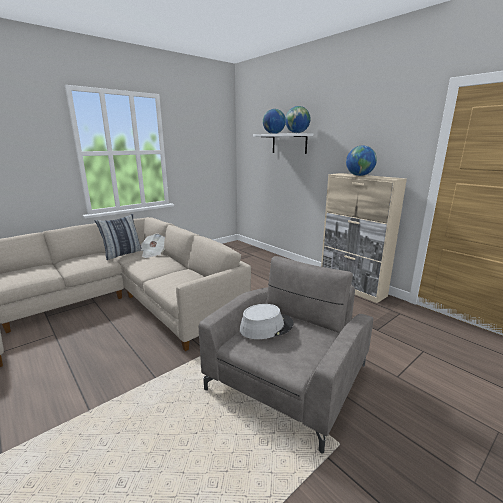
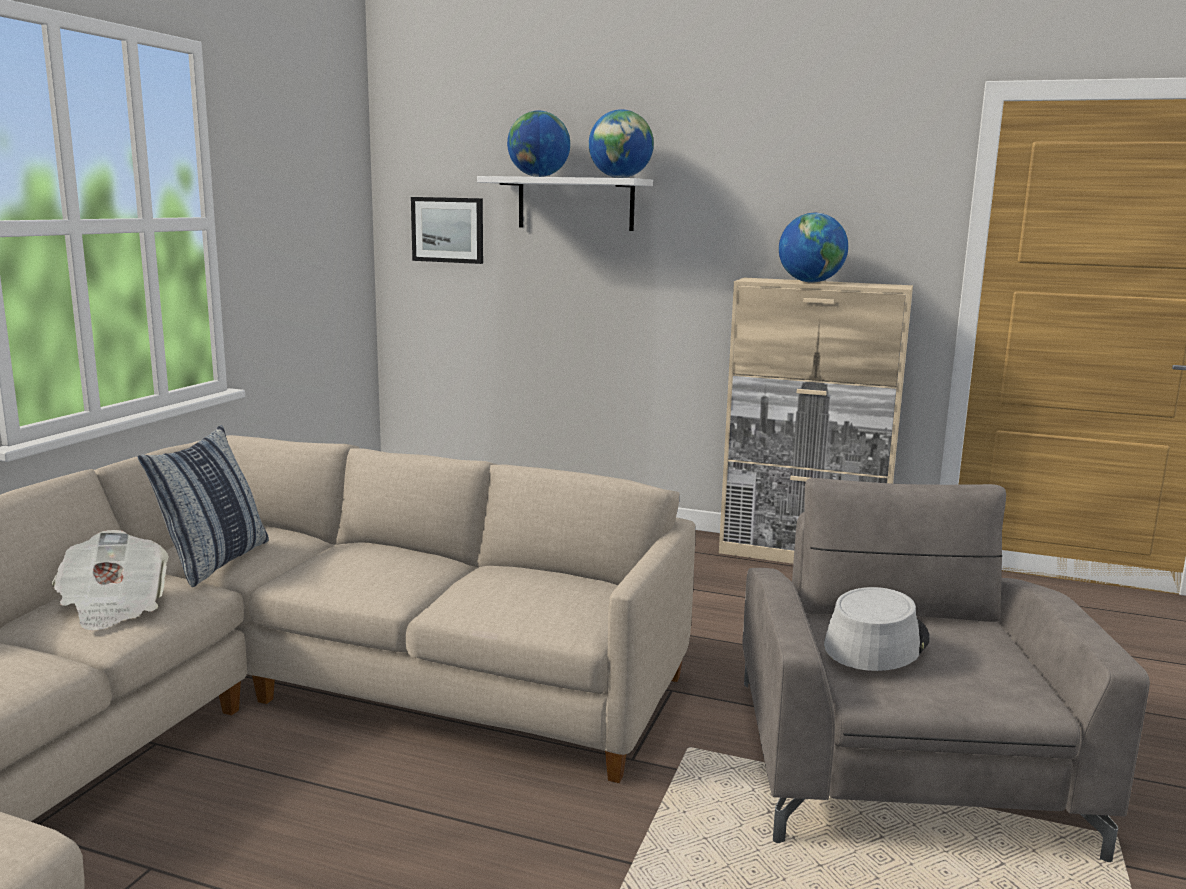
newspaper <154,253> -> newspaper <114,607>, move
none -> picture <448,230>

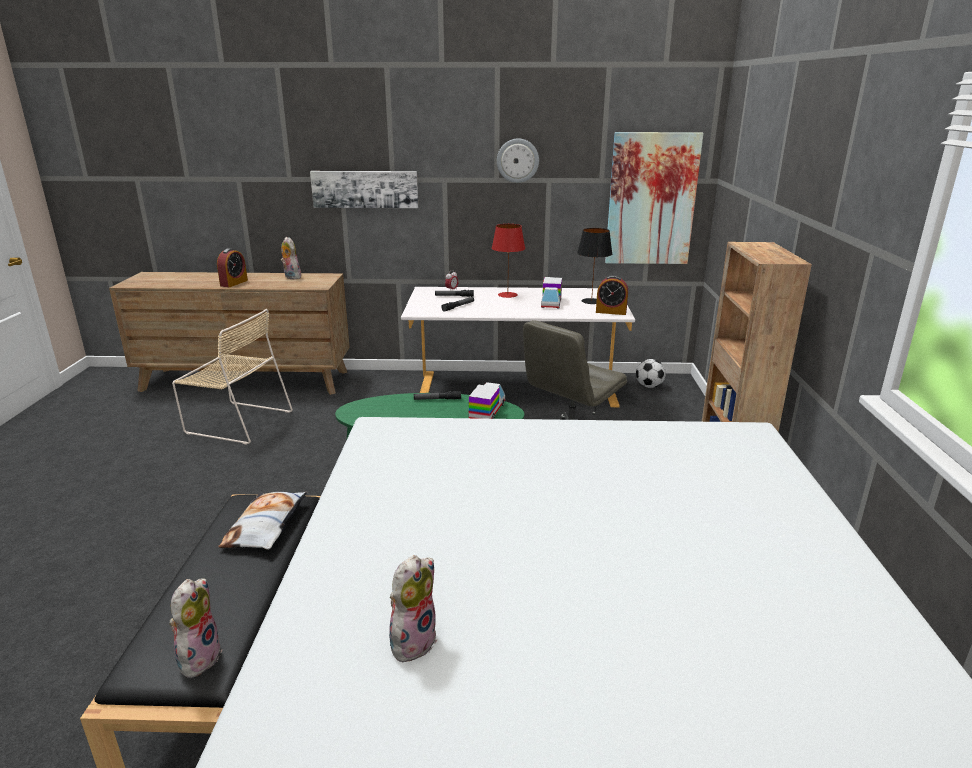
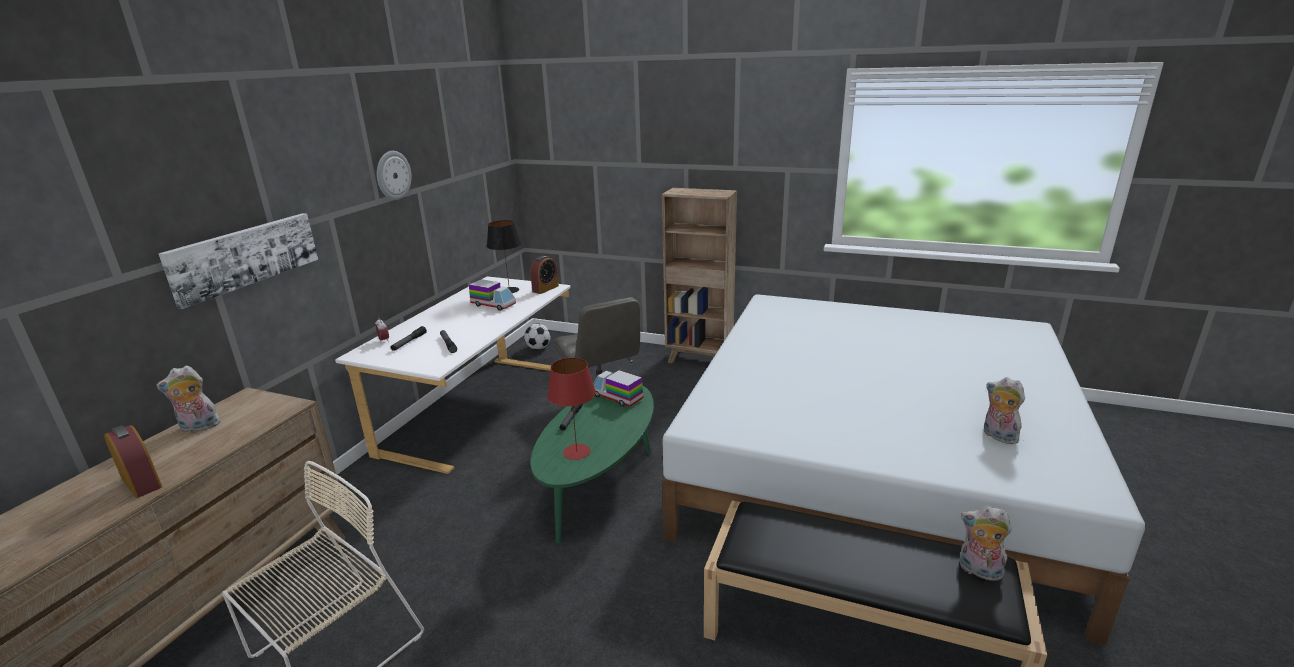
picture <651,200> -> none
red table lamp <507,295> -> red table lamp <577,452>, move
pillow <266,526> -> none

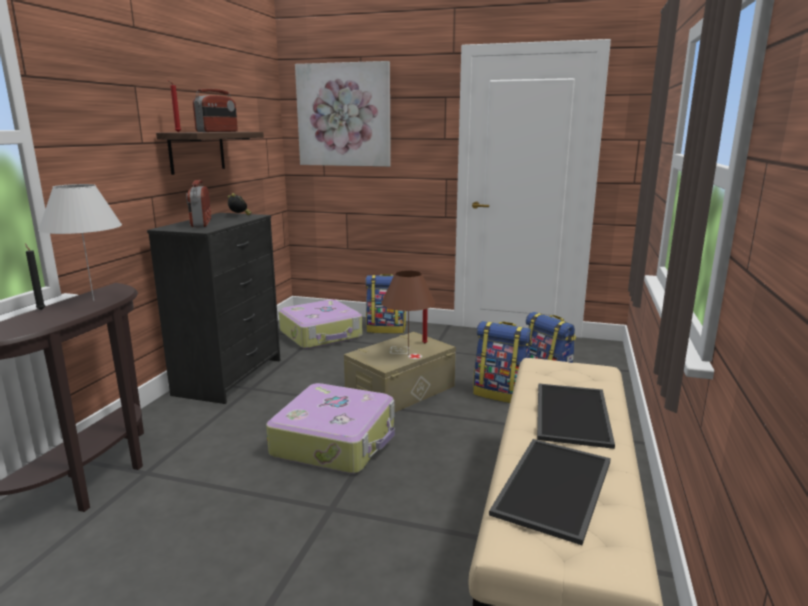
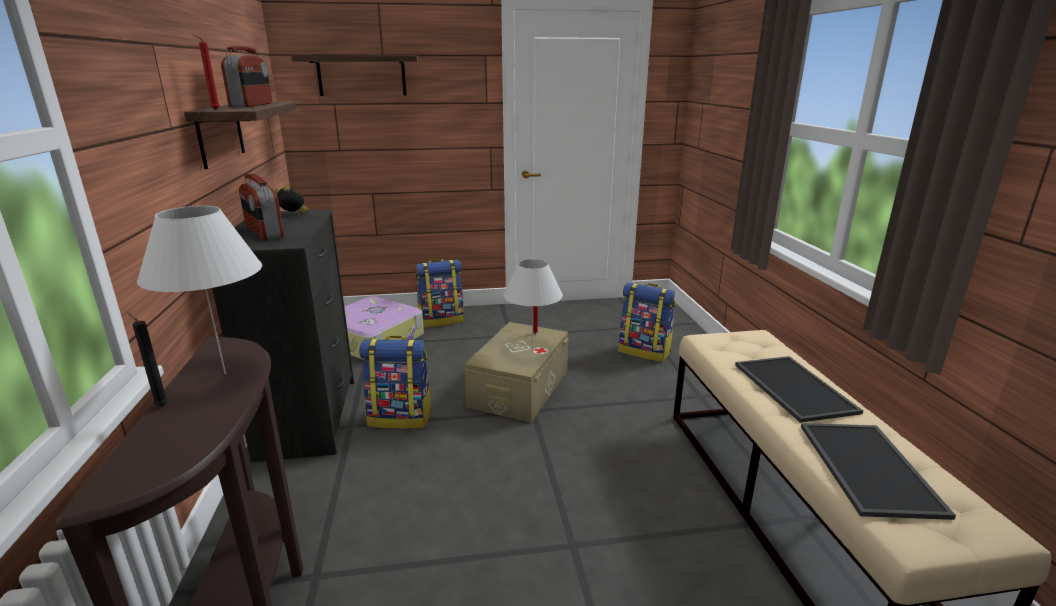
picture <344,115> -> shelf <361,75>
brown table lamp <408,355> -> white table lamp <532,350>
backpack <501,394> -> backpack <401,417>, move
suitcase <336,441> -> none

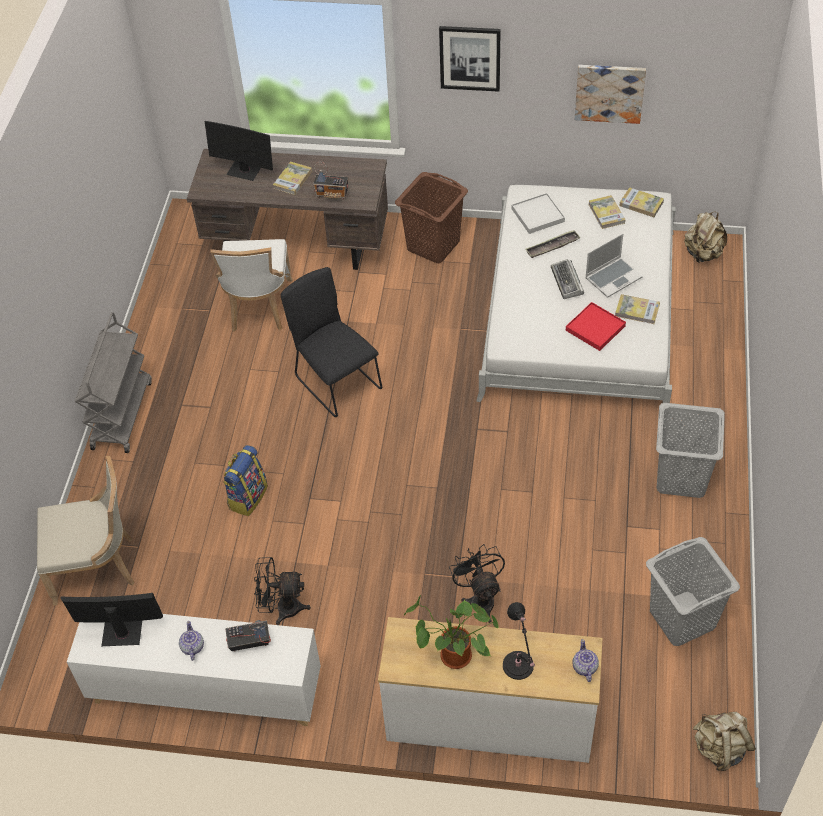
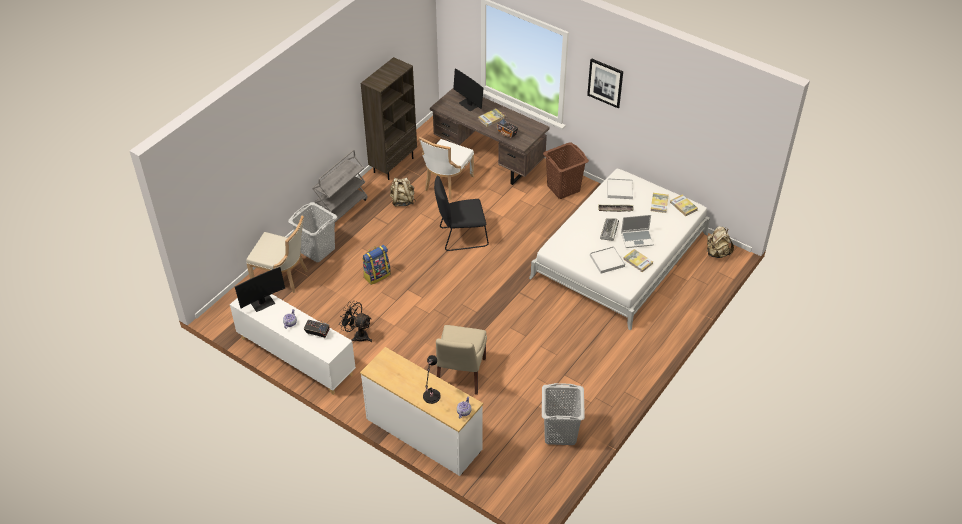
picture <609,92> -> none
black chair <335,381> -> black chair <461,237>, 90 degrees counterclockwise
red tray <595,328> -> white tray <607,261>
grey laundry basket <680,477> -> grey laundry basket <317,250>, move
black fan <480,598> -> beige chair <460,375>
monitor <122,633> -> monitor <262,303>, 120 degrees clockwise
potted plant <452,658> -> none
beige backpack <720,749> -> beige backpack <402,201>, move
none -> brown bookcase <393,164>

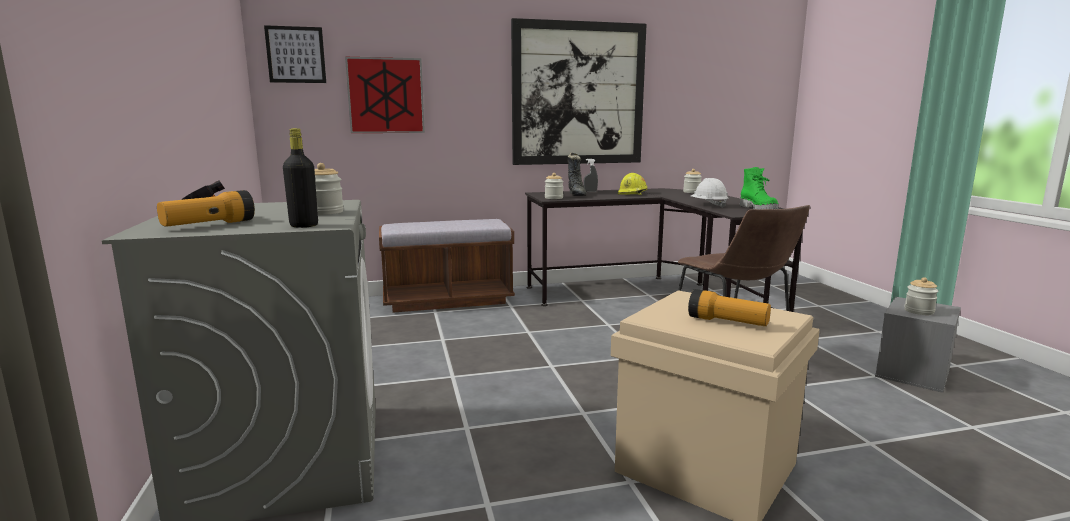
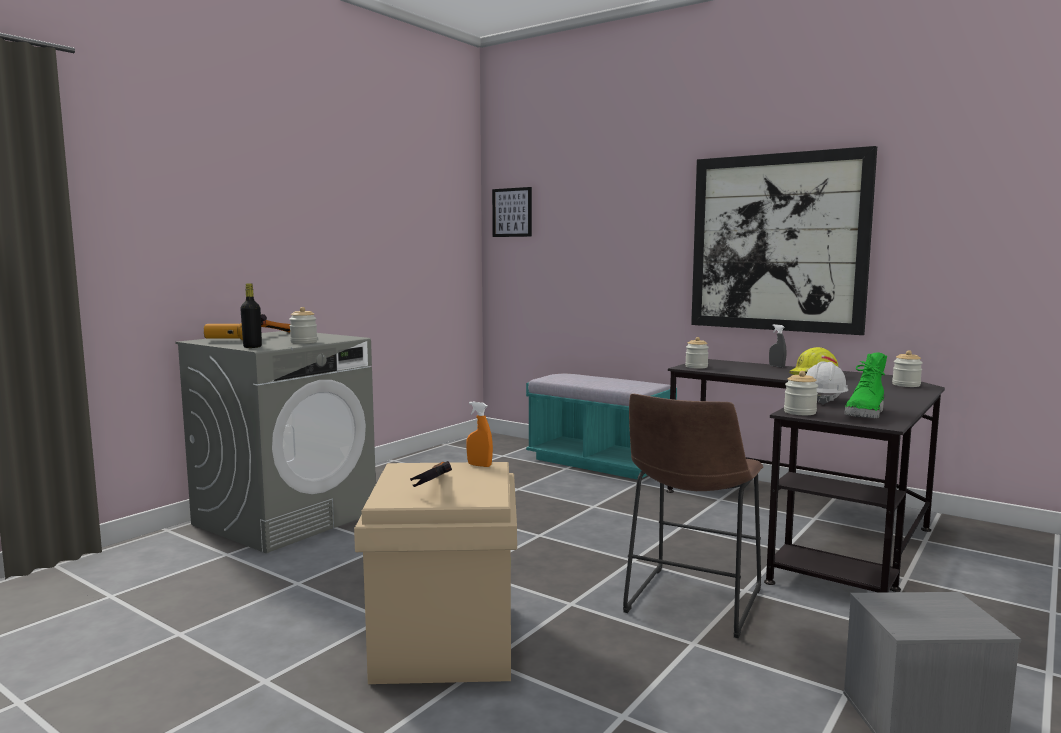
picture <386,95> -> none
black boot <577,195> -> none
brown bench <447,300> -> turquoise bench <599,462>
jar <919,311> -> jar <800,412>, move
flashlight <727,322> -> hammer <431,486>
none -> orange spray bottle <479,465>

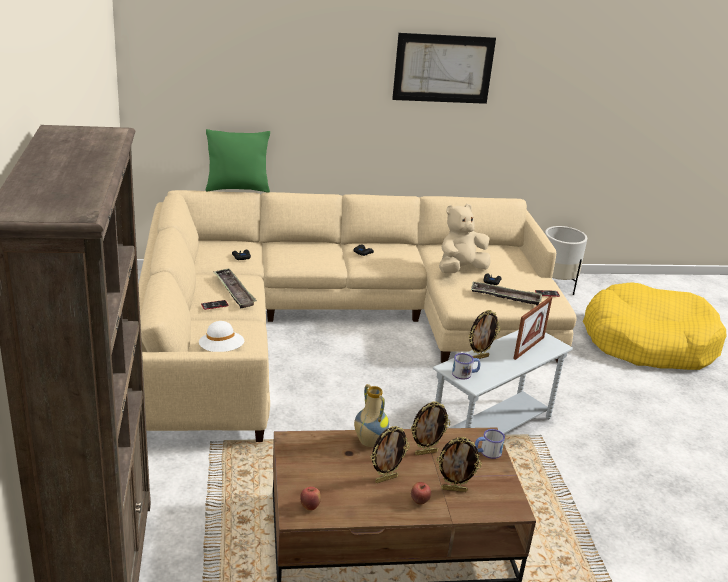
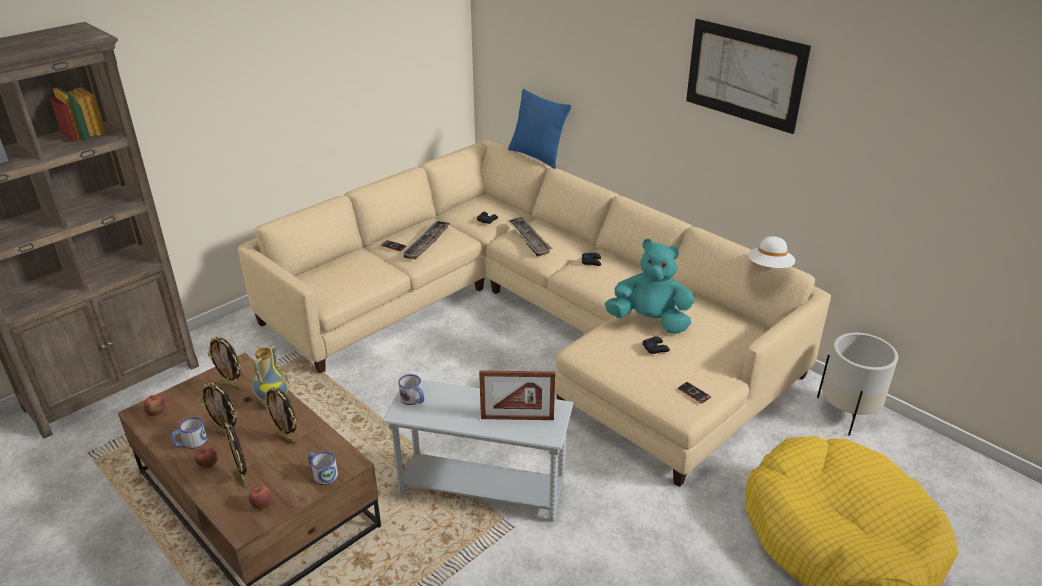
green pillow <237,188> -> blue pillow <537,156>
beige plush toy <460,270> -> turquoise plush toy <649,321>
tray <505,297> -> tray <528,239>, move
picture frame <479,357> -> picture frame <231,386>, move
white hat <221,351> -> white hat <769,267>, move
none -> mug <191,442>
none -> apple <262,505>

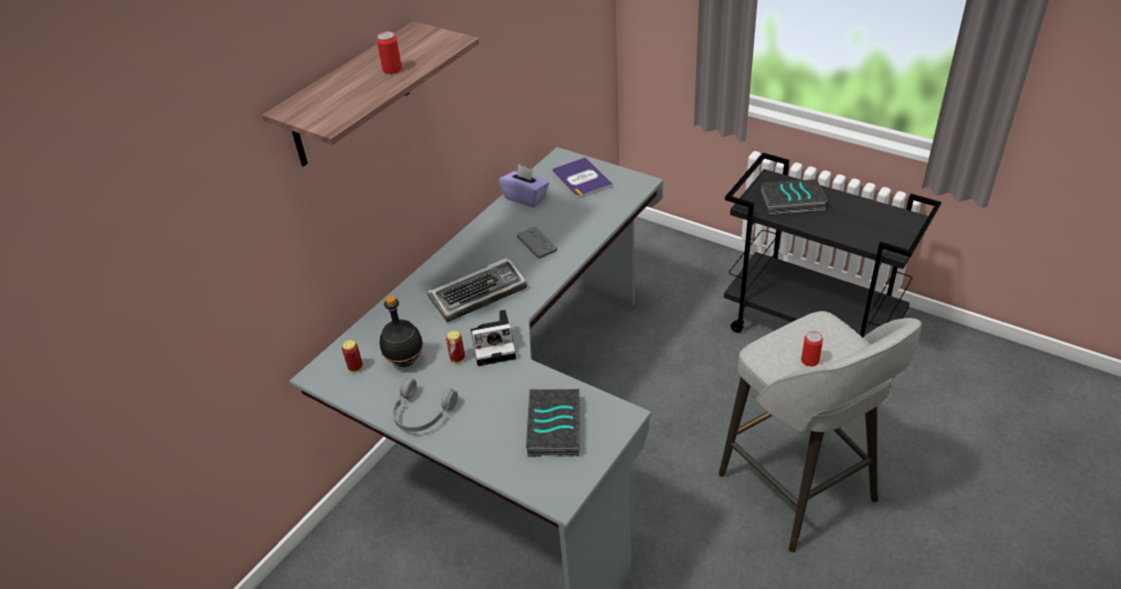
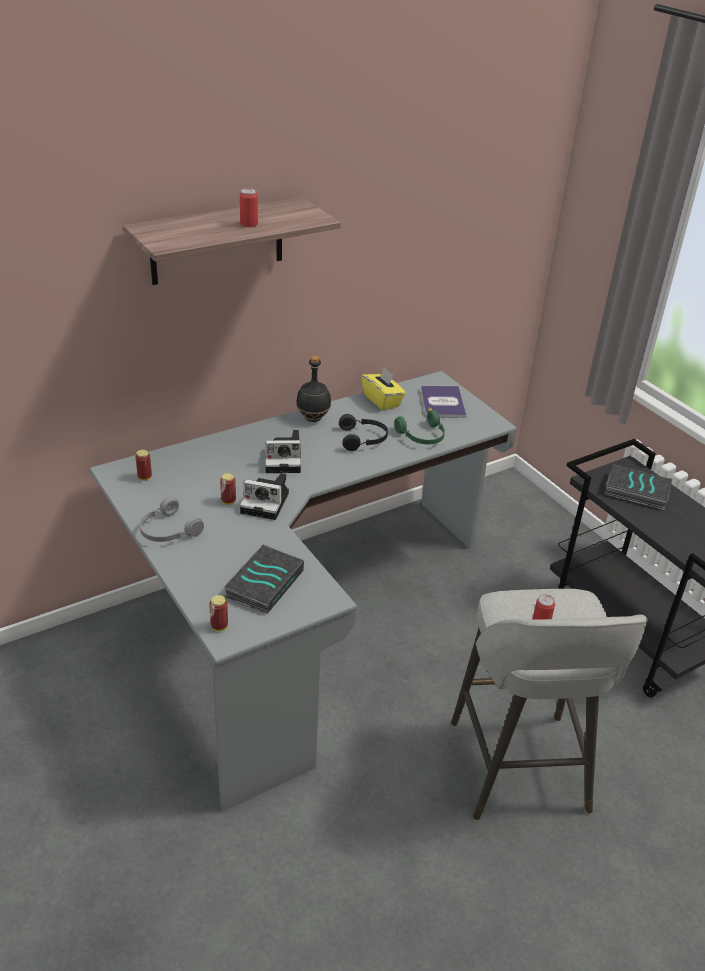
purple tissue box <525,197> -> yellow tissue box <382,401>
grey game controller <537,243> -> black headphones <363,439>
keyboard <479,294> -> photo camera <284,460>
black bottle <406,361> -> black bottle <313,418>, move
none -> green headphones <422,436>
none -> can <219,626>

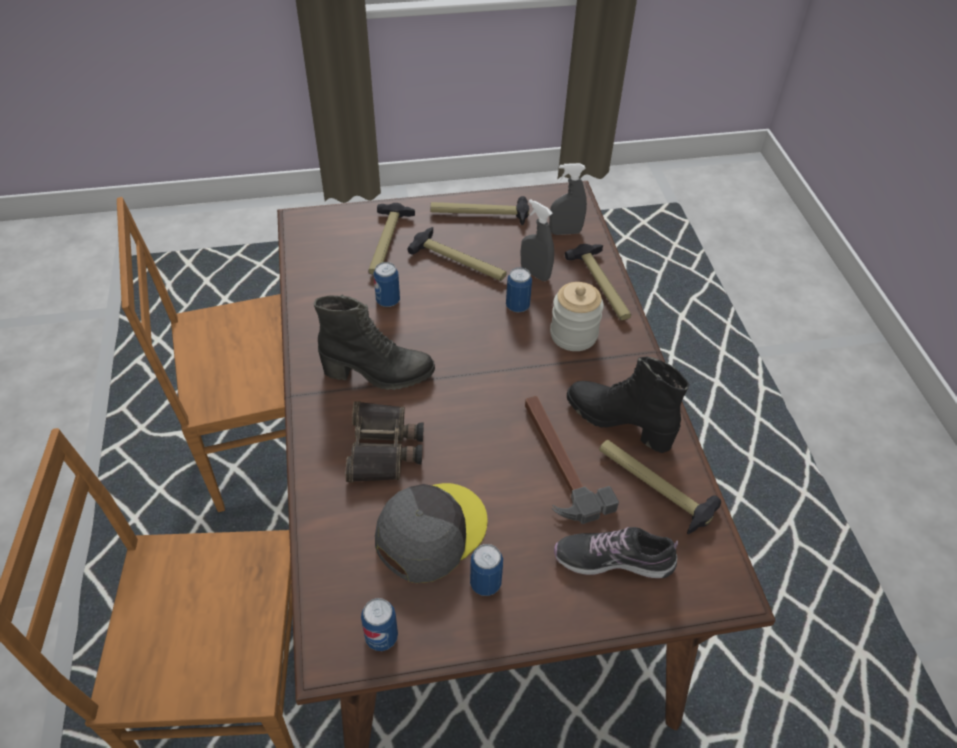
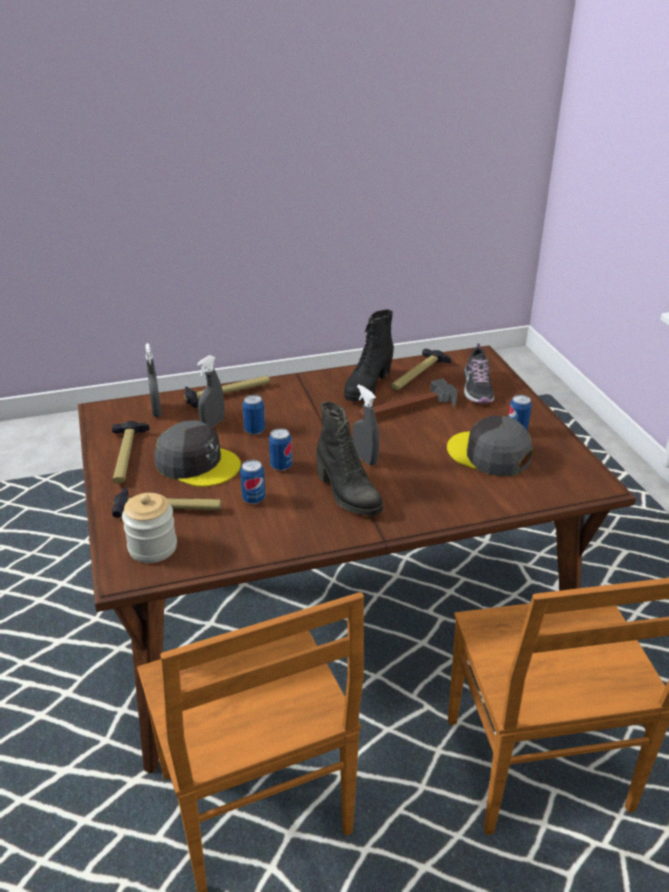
hammer <459,262> -> grey cap <197,463>
jar <573,334> -> jar <152,548>, move
black boot <378,374> -> black boot <347,494>, 150 degrees clockwise
binoculars <385,448> -> none
can <381,637> -> can <281,466>, move
none -> grey spray bottle <365,459>

